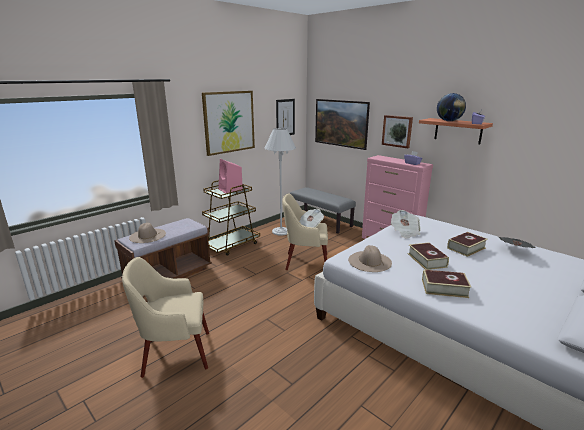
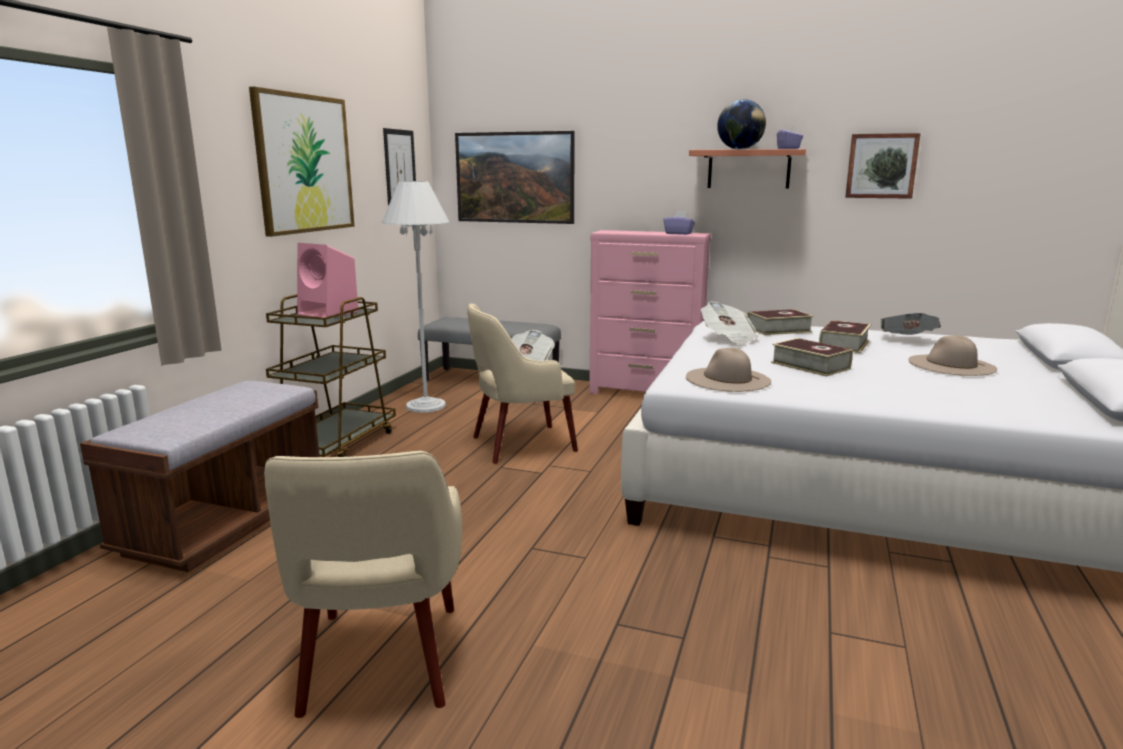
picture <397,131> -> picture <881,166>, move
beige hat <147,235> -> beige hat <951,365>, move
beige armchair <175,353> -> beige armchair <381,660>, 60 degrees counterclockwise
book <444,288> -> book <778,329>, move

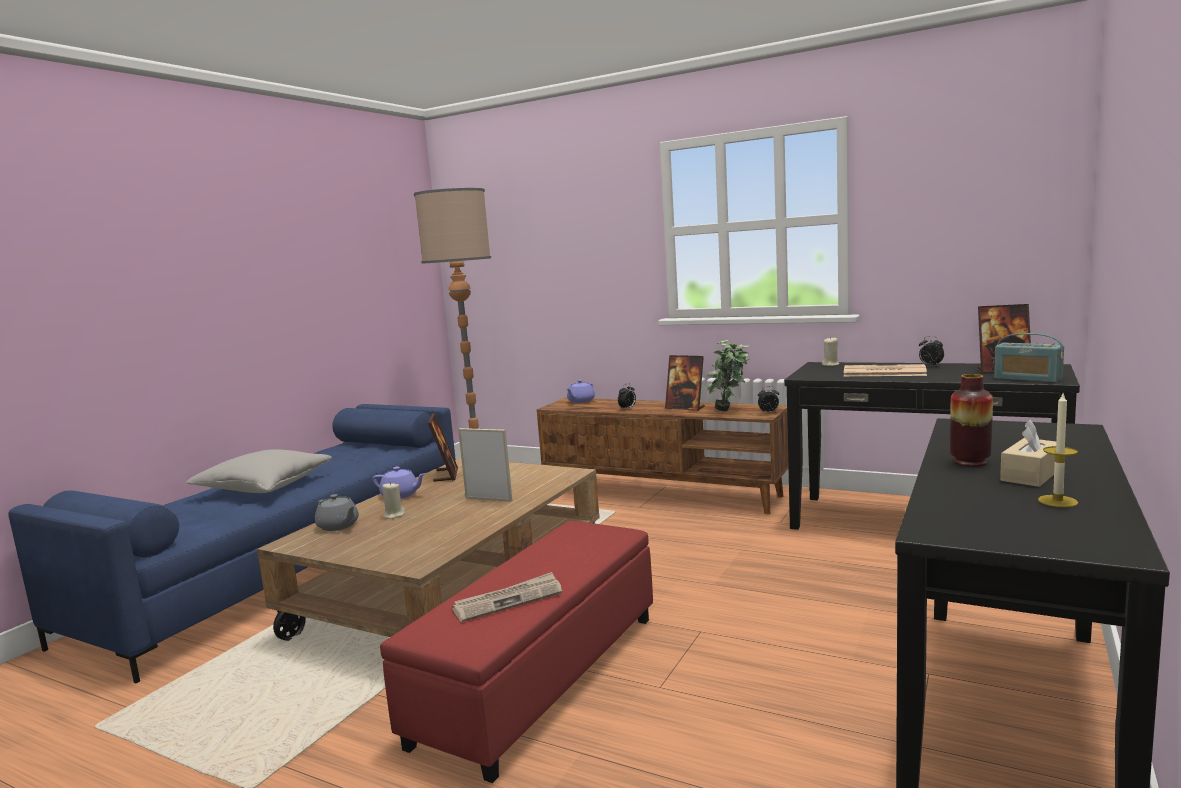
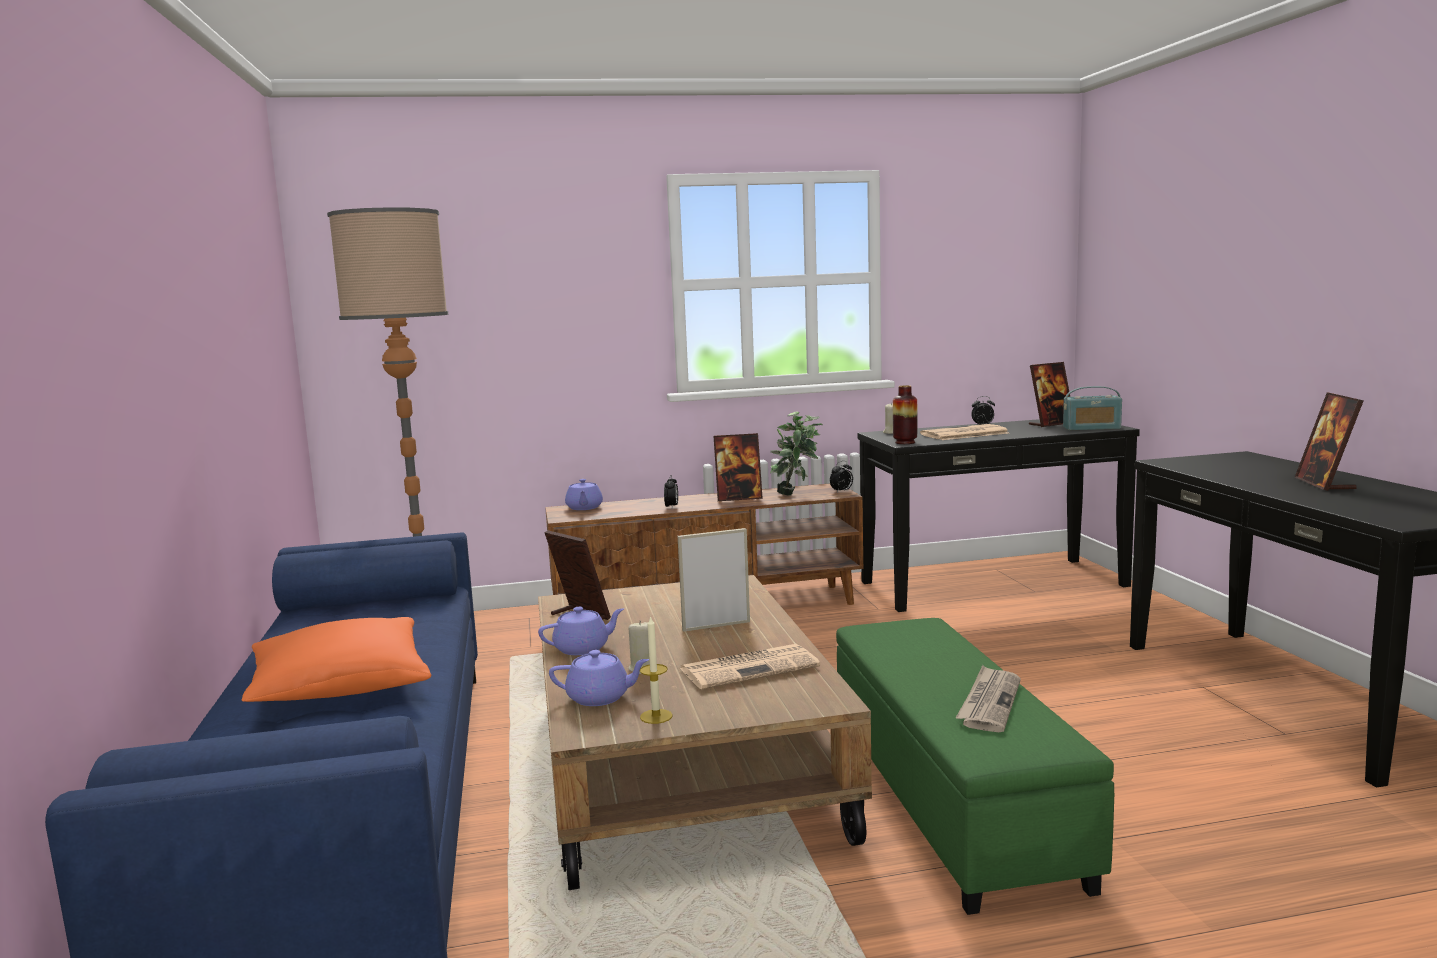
vase <970,462> -> vase <905,442>, move
candle <1057,501> -> candle <656,716>, move
beige tissue box <1030,475> -> picture frame <1325,484>
grey pillow <264,487> -> orange pillow <340,687>
grey teapot <338,526> -> purple teapot <600,698>
red ottoman <542,677> -> green ottoman <954,800>
none -> newspaper <750,667>

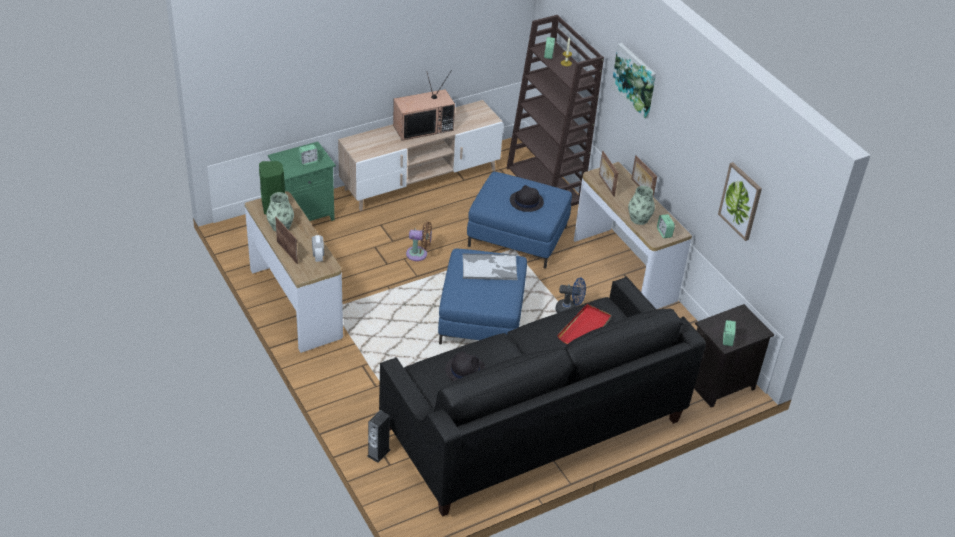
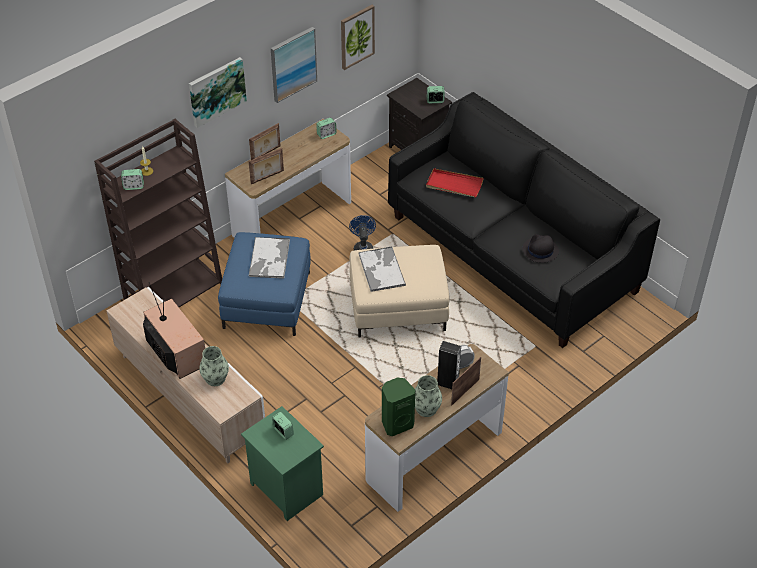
black hat <526,201> -> tray <269,259>
vase <639,219> -> vase <215,378>, move
brown fan <419,254> -> none
blue ottoman <481,318> -> beige ottoman <398,307>
speaker <378,453> -> speaker <448,382>, move
none -> picture <293,64>

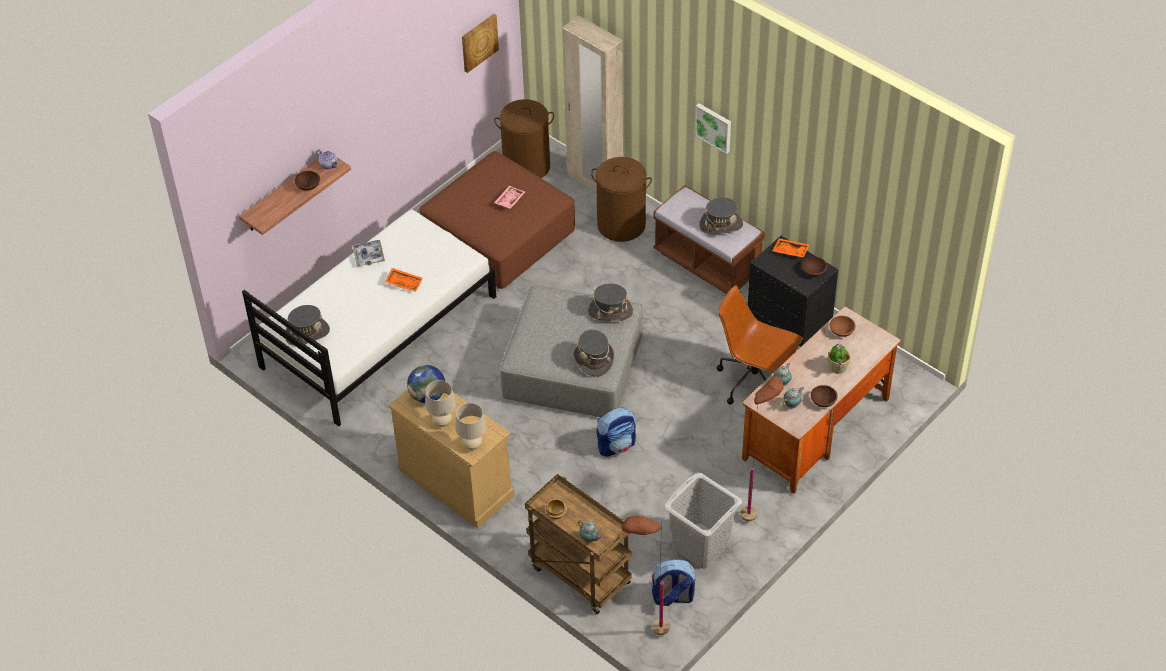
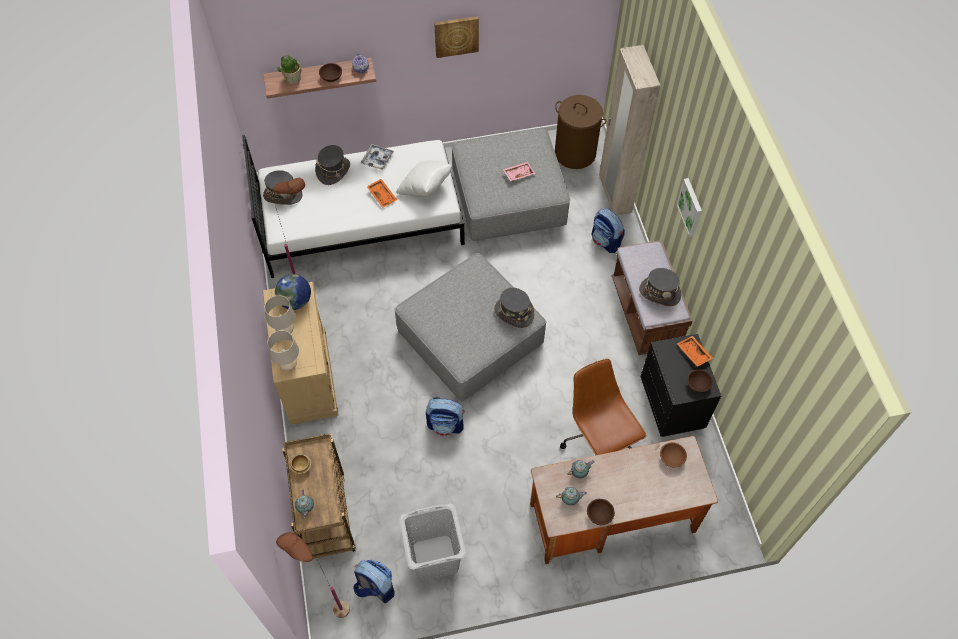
picture <479,42> -> picture <456,36>, move
brown ottoman <498,235> -> grey ottoman <507,196>
brown laundry basket <621,224> -> backpack <606,241>
grey hat <594,359> -> grey hat <333,170>, move
potted plant <837,368> -> potted plant <292,79>, move
brown floor lamp <756,508> -> brown floor lamp <308,281>, move
none -> white pillow <425,189>

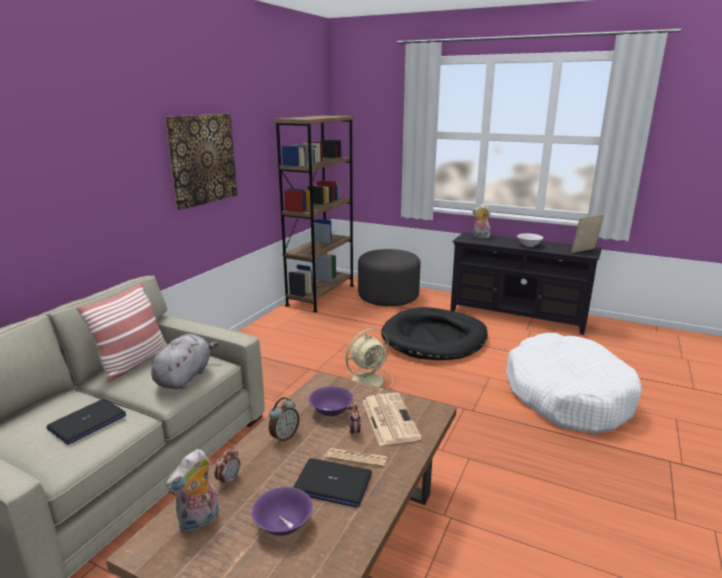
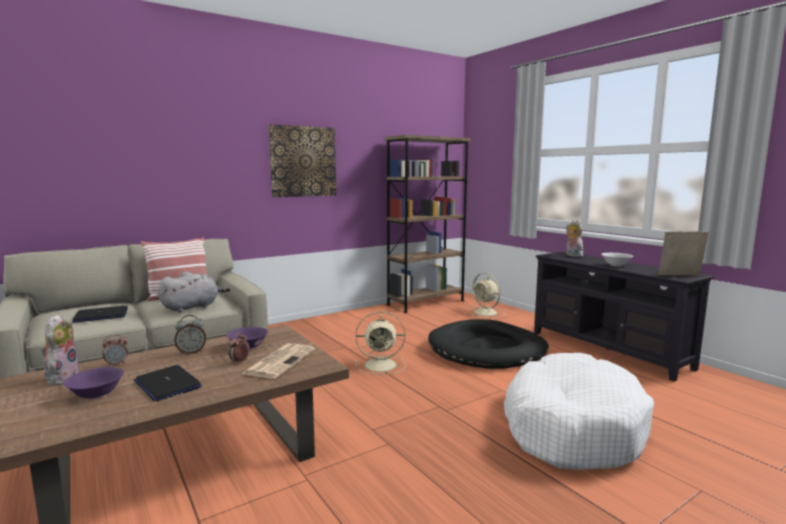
grey ottoman <388,296> -> beige fan <486,313>
newspaper <357,458> -> none
plush toy <199,522> -> plush toy <62,378>, 105 degrees clockwise

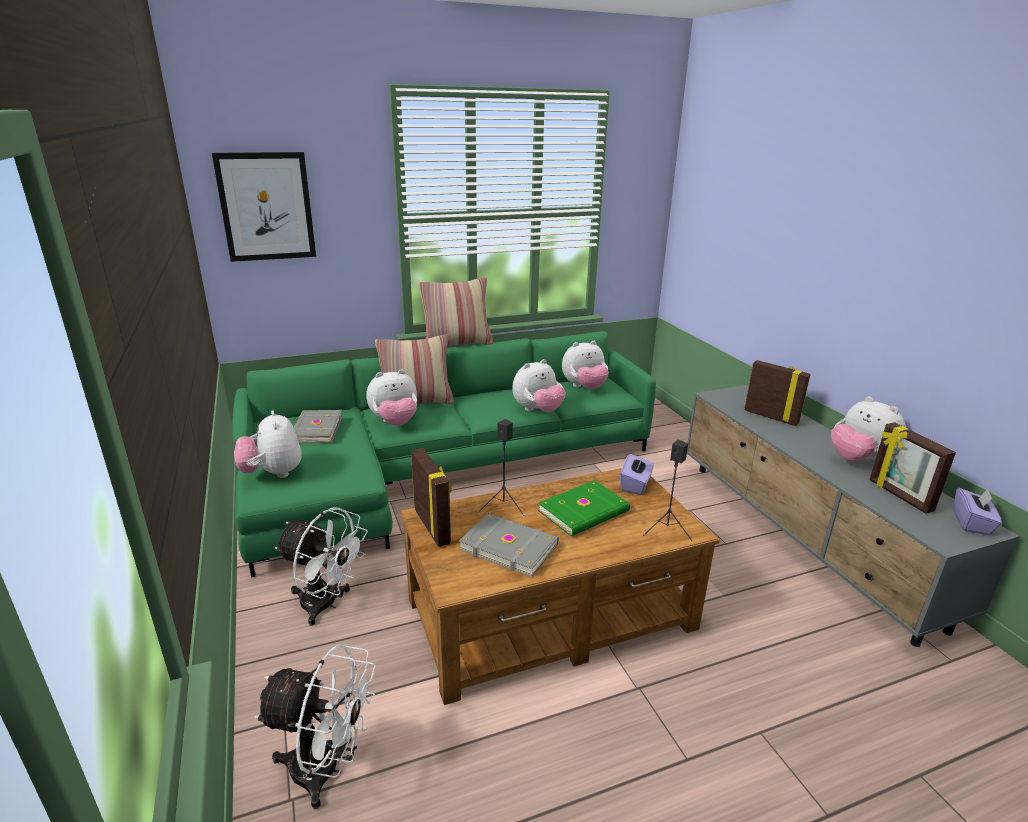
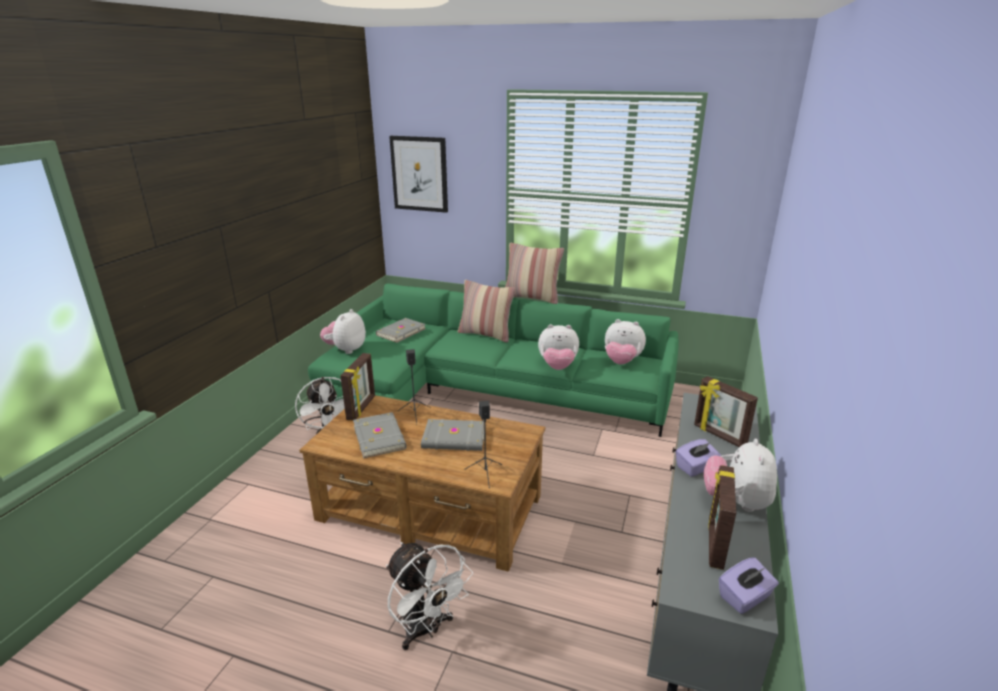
picture frame <771,417> -> picture frame <719,436>, 150 degrees clockwise
plush toy <395,422> -> none
purple tissue box <635,485> -> purple tissue box <696,467>, move
green book <585,512> -> grey book <454,439>
white fan <327,770> -> white fan <426,630>, move

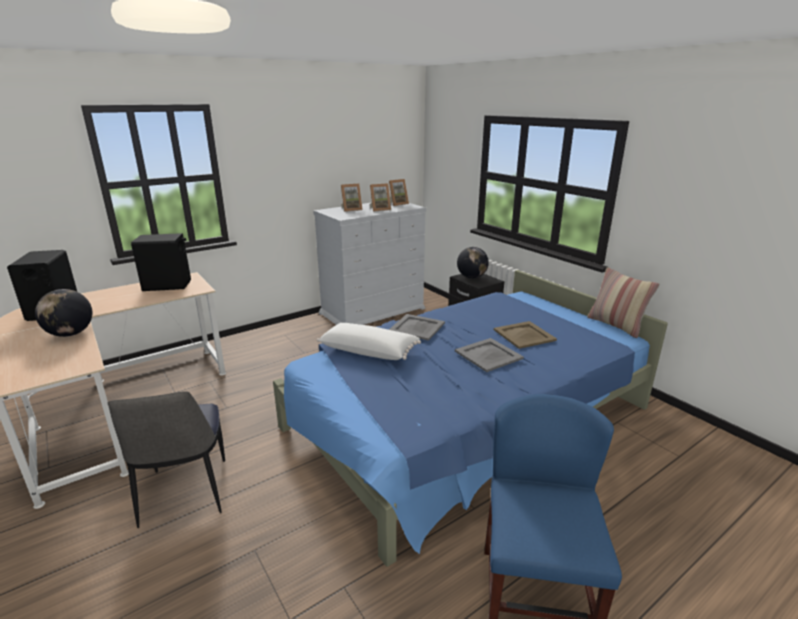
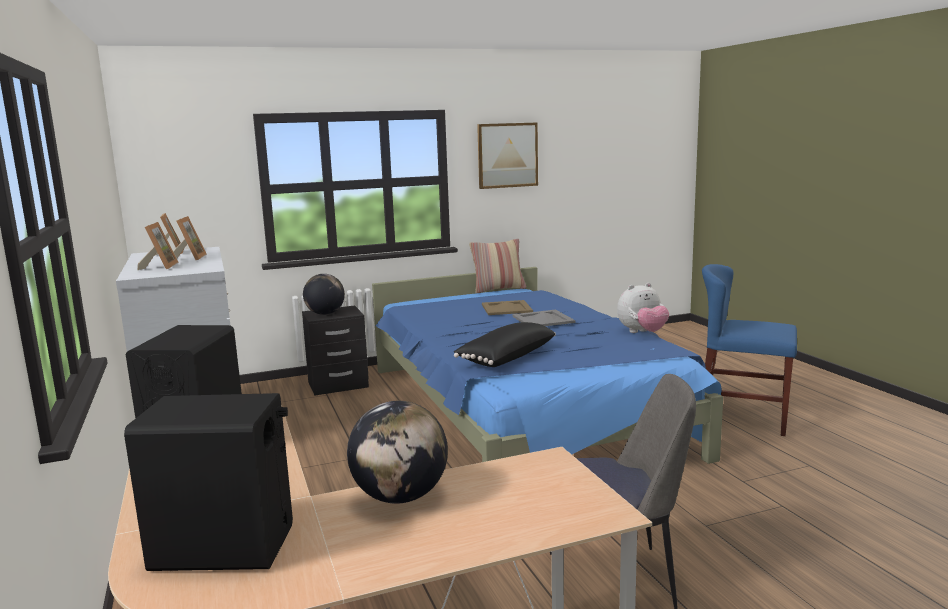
grey tray <416,327> -> none
white pillow <369,351> -> black pillow <505,357>
none -> picture <507,155>
none -> plush toy <642,333>

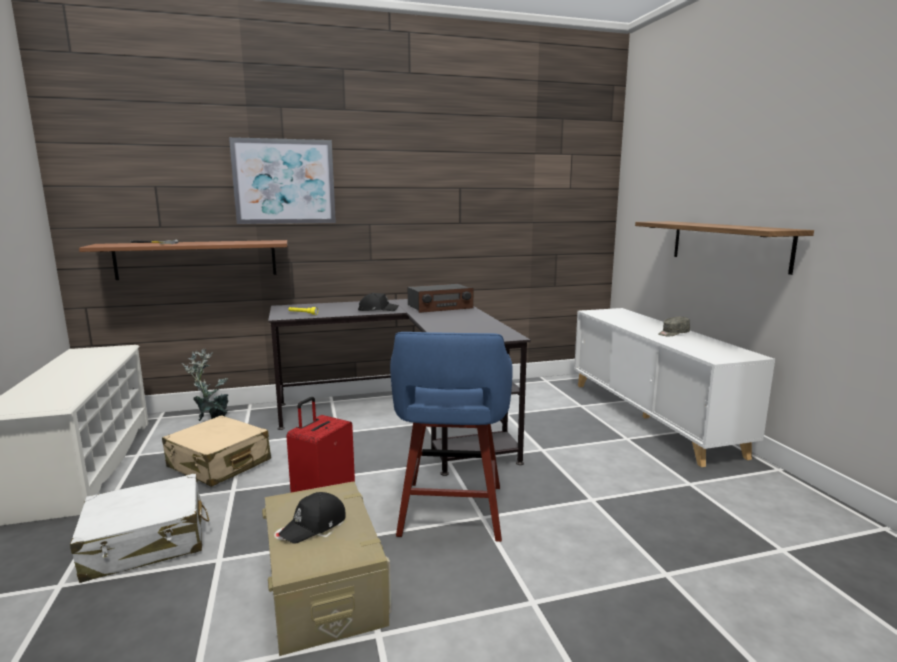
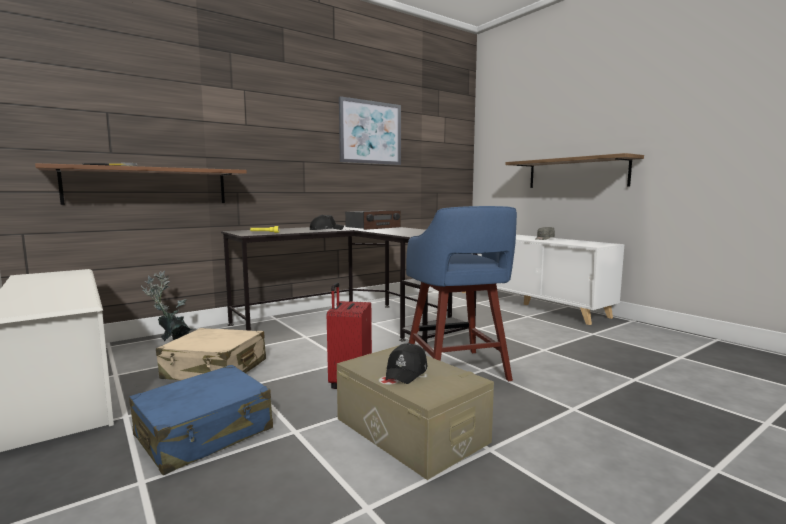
picture <284,181> -> picture <370,132>, move
white suitcase <146,542> -> blue suitcase <204,433>

